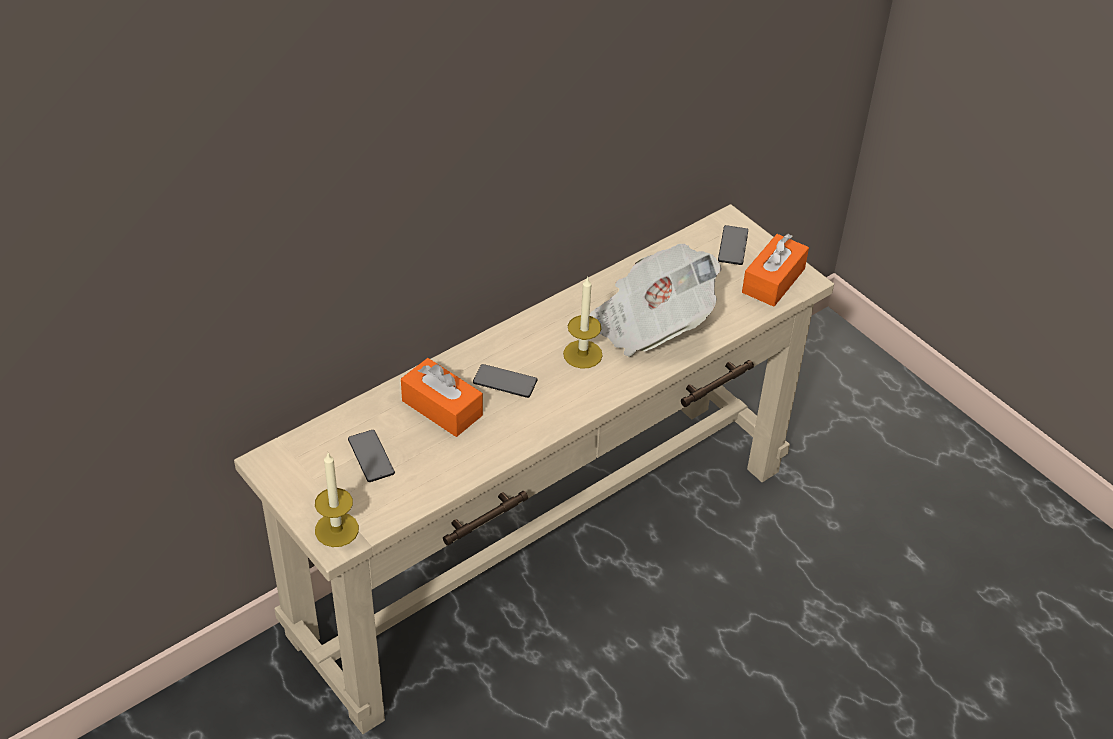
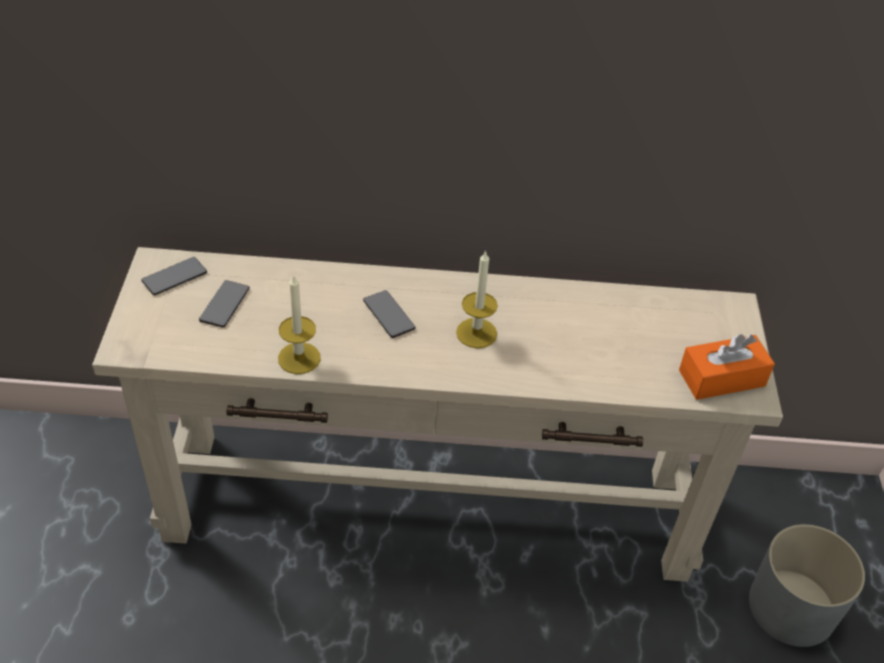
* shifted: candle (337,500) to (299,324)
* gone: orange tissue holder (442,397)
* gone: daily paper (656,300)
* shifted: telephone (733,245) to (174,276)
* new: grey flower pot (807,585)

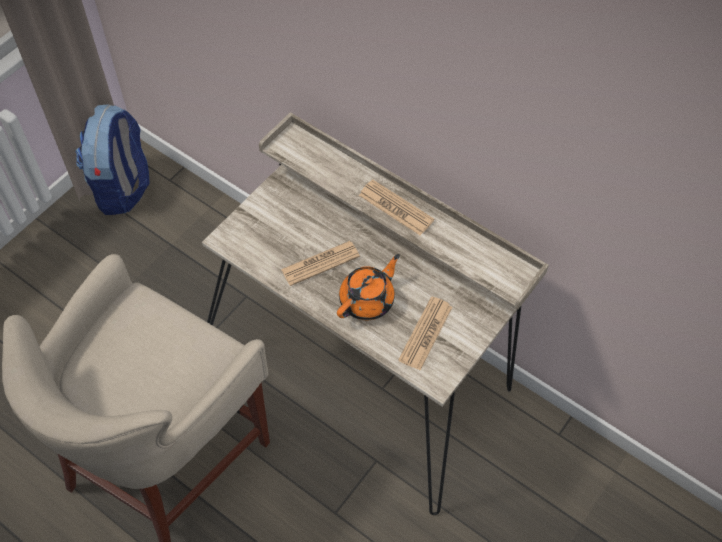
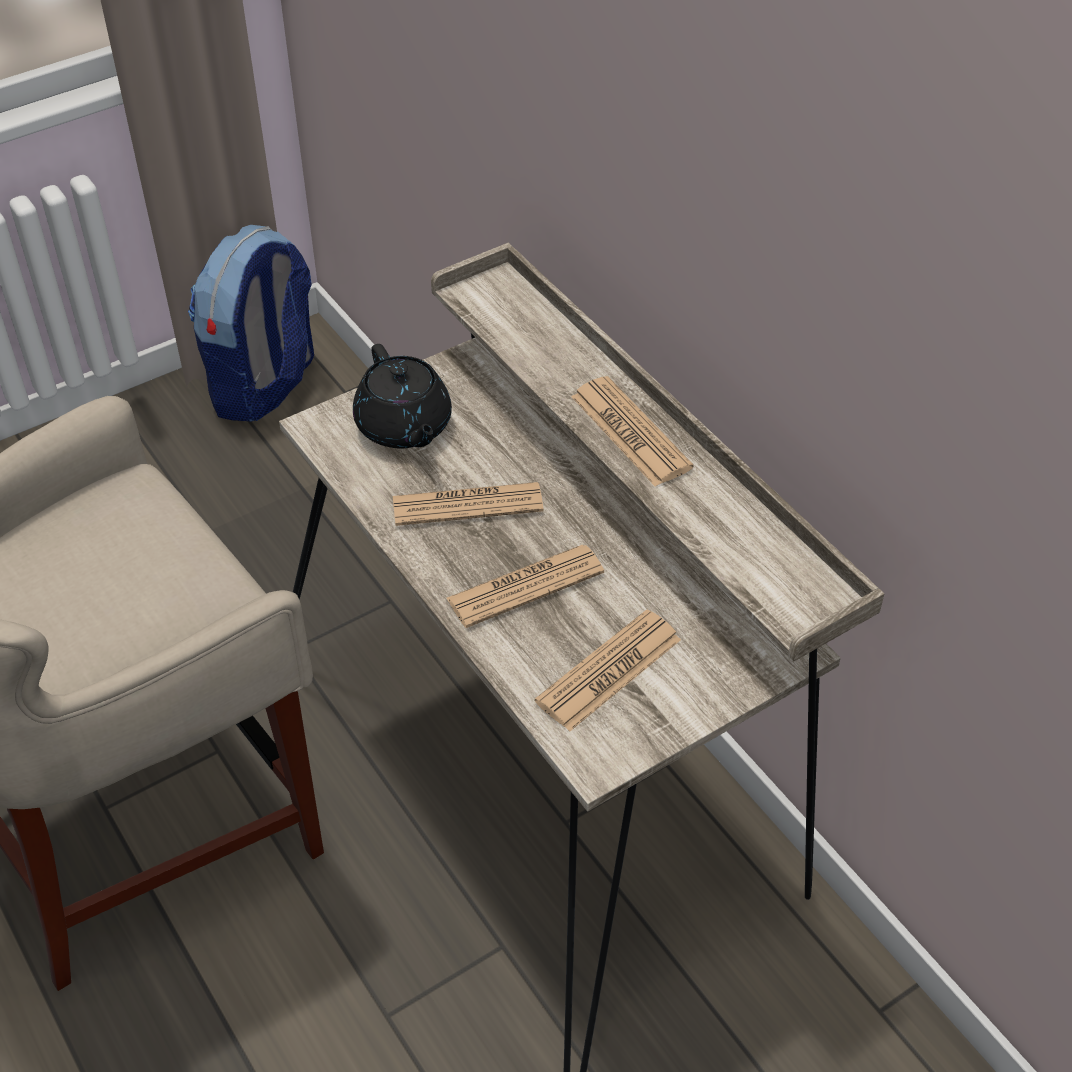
* swapped: orange tea pot (368,287) to daily paper (525,586)
* new: blackish tea pot (402,396)

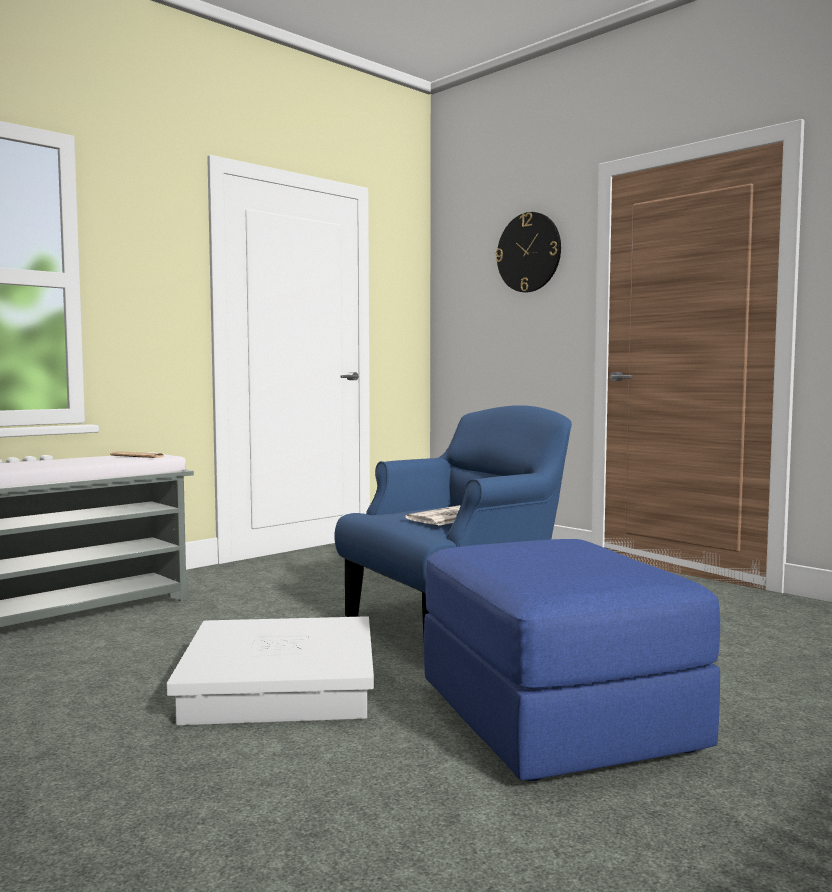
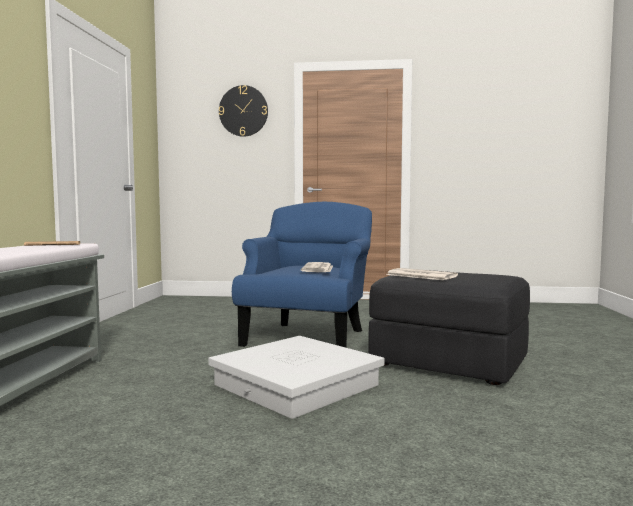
* repainted: blue footrest (572,660) to blackish footrest (449,327)
* new: daily paper (422,274)

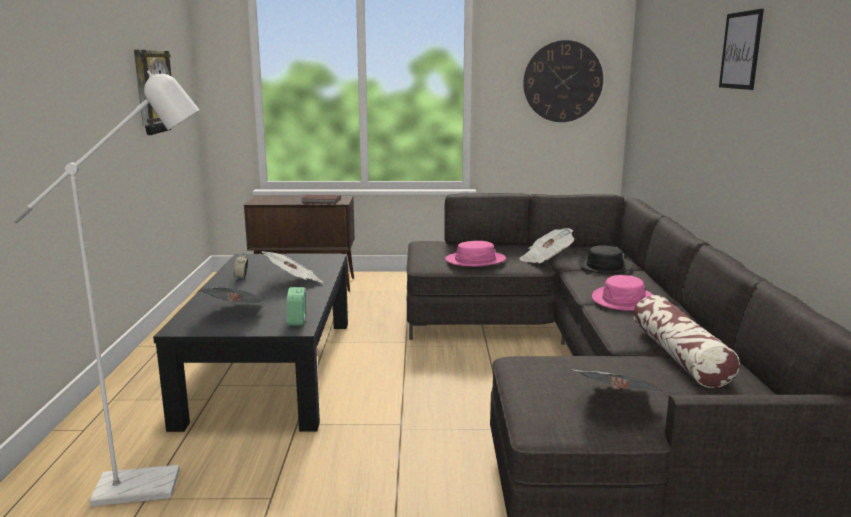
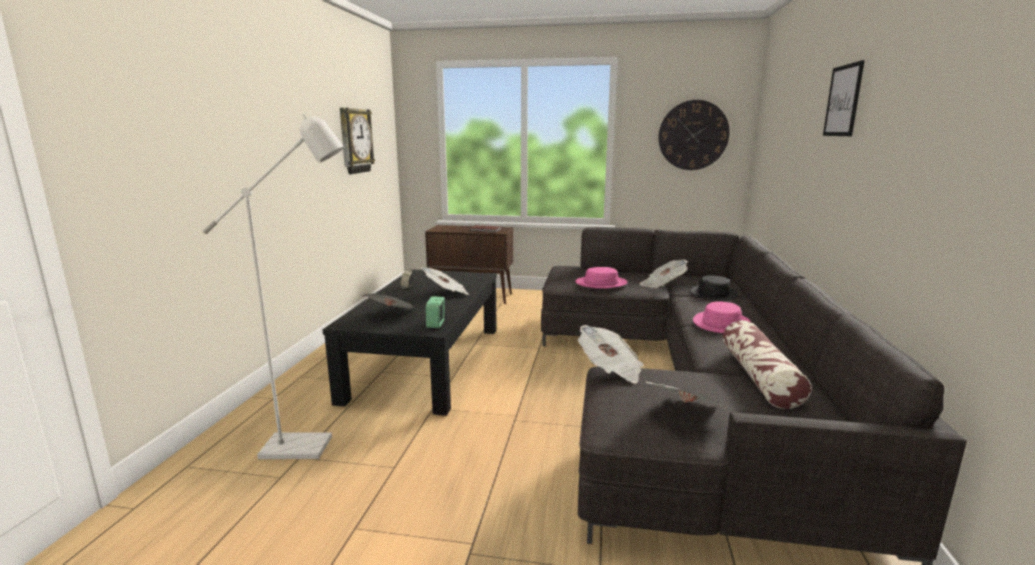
* new: daily paper (610,354)

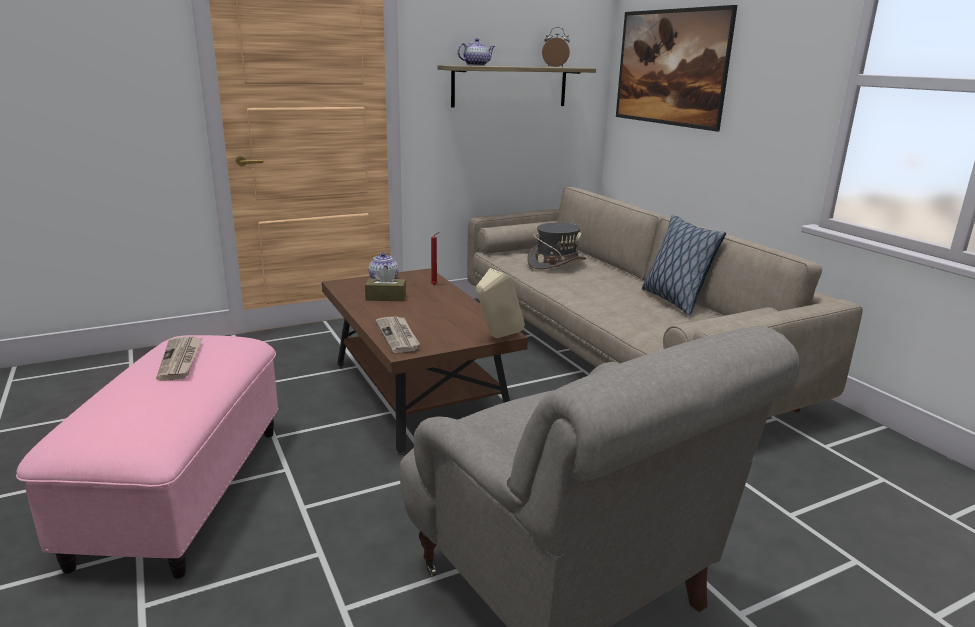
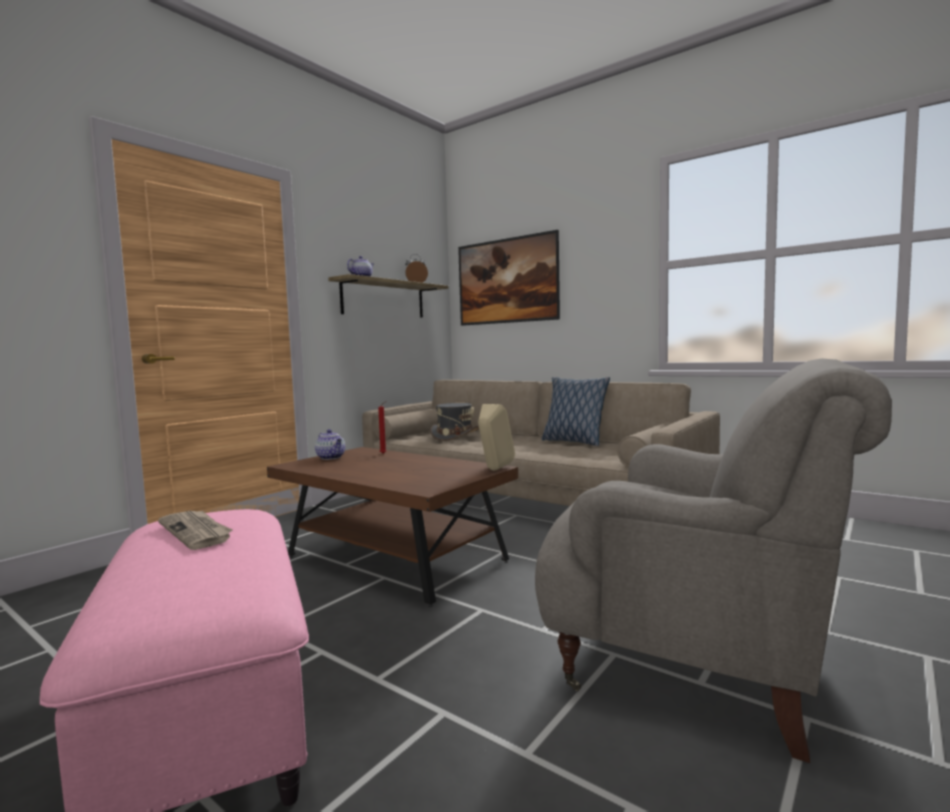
* gone: brown-coloured tissue holder (385,284)
* gone: daily paper (398,334)

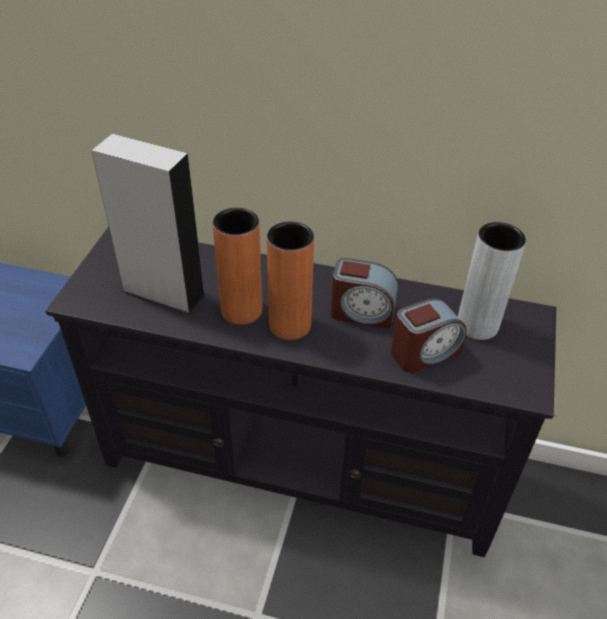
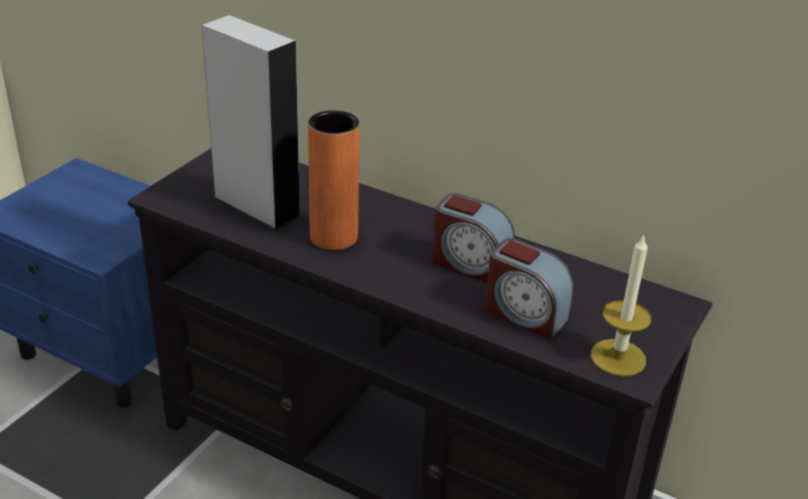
* gone: orange decorative vase (290,281)
* rotated: alarm clock (429,335) = (529,289) 45 degrees clockwise
* gone: grey decorative vase (492,281)
* new: candle (621,305)

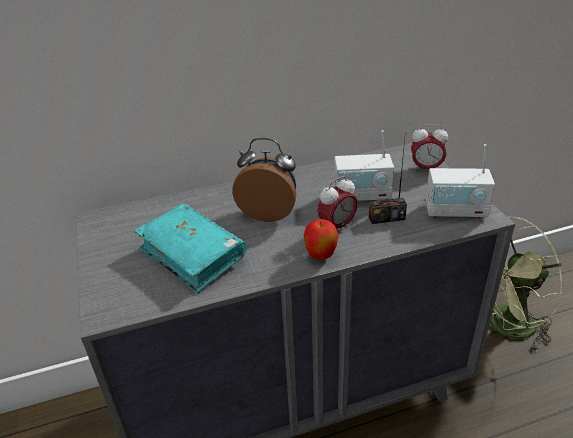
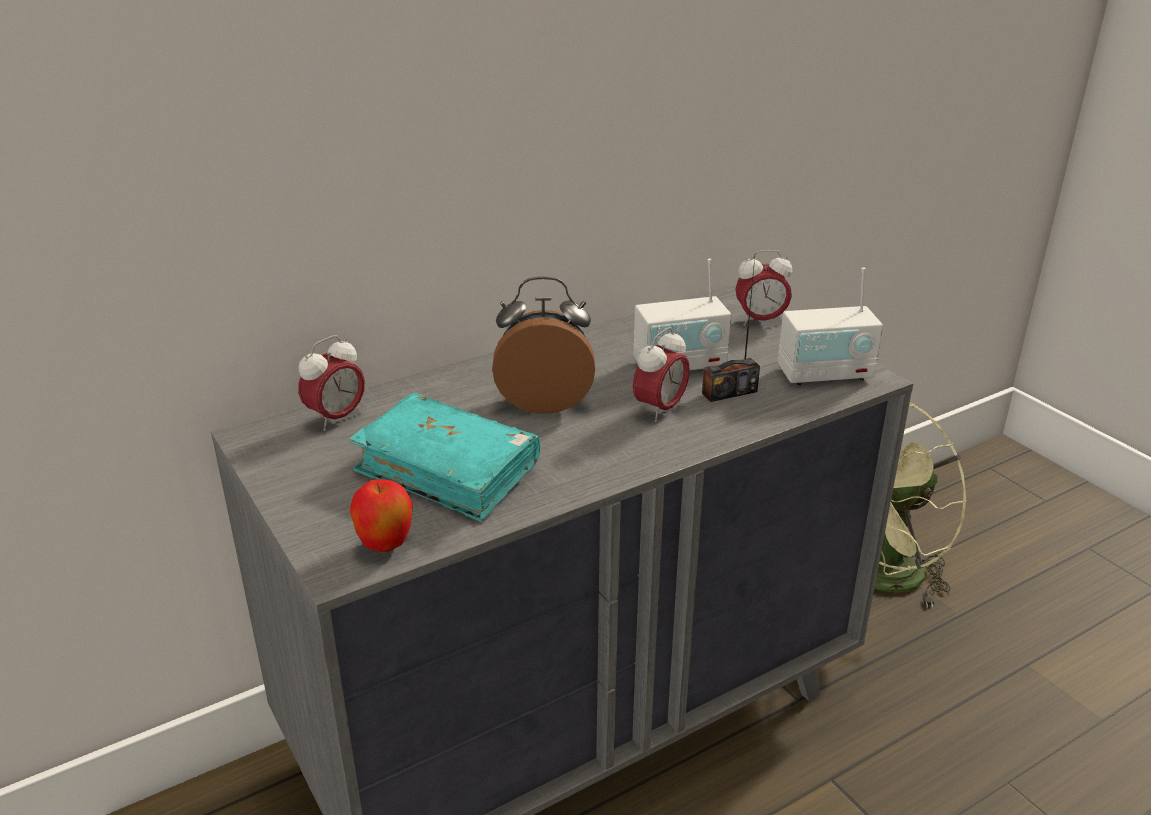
* shifted: apple (321,239) to (381,515)
* new: alarm clock (331,383)

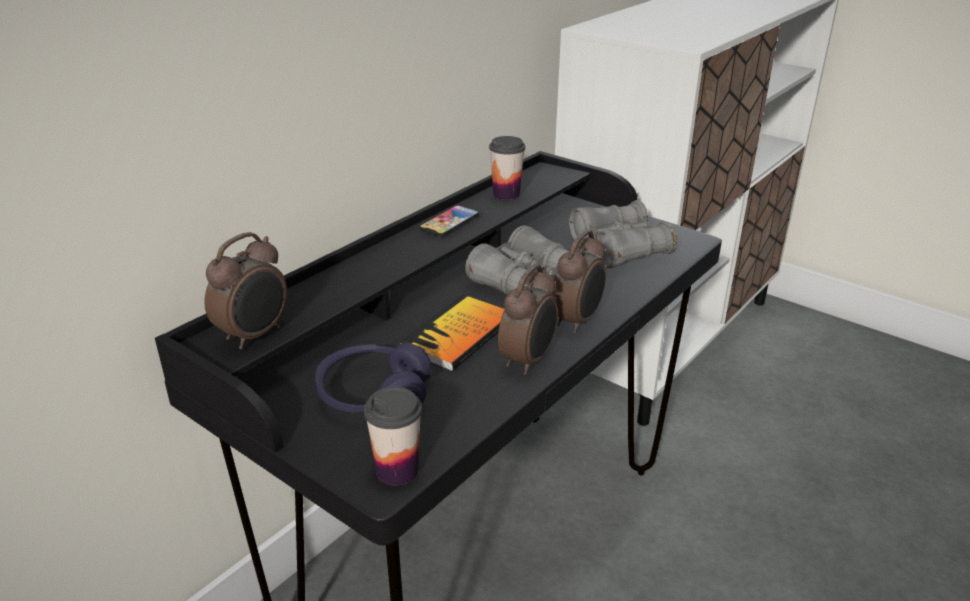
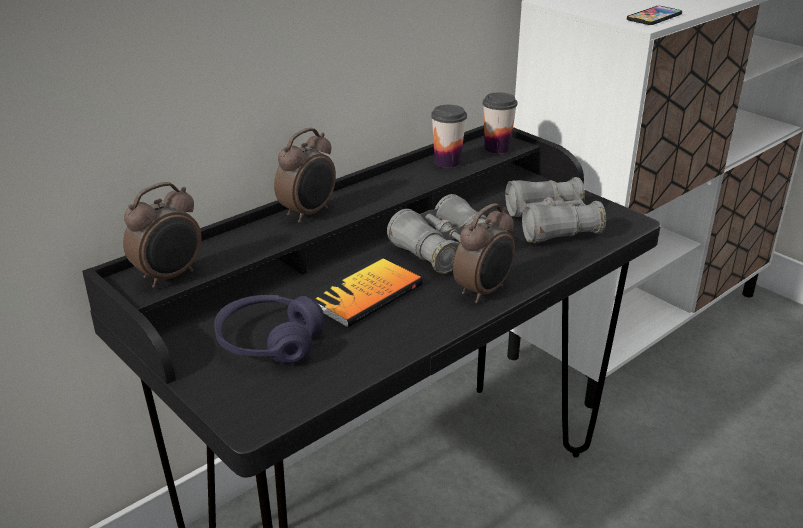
* shifted: cup (393,436) to (500,123)
* shifted: telephone (449,221) to (654,15)
* shifted: alarm clock (527,319) to (305,175)

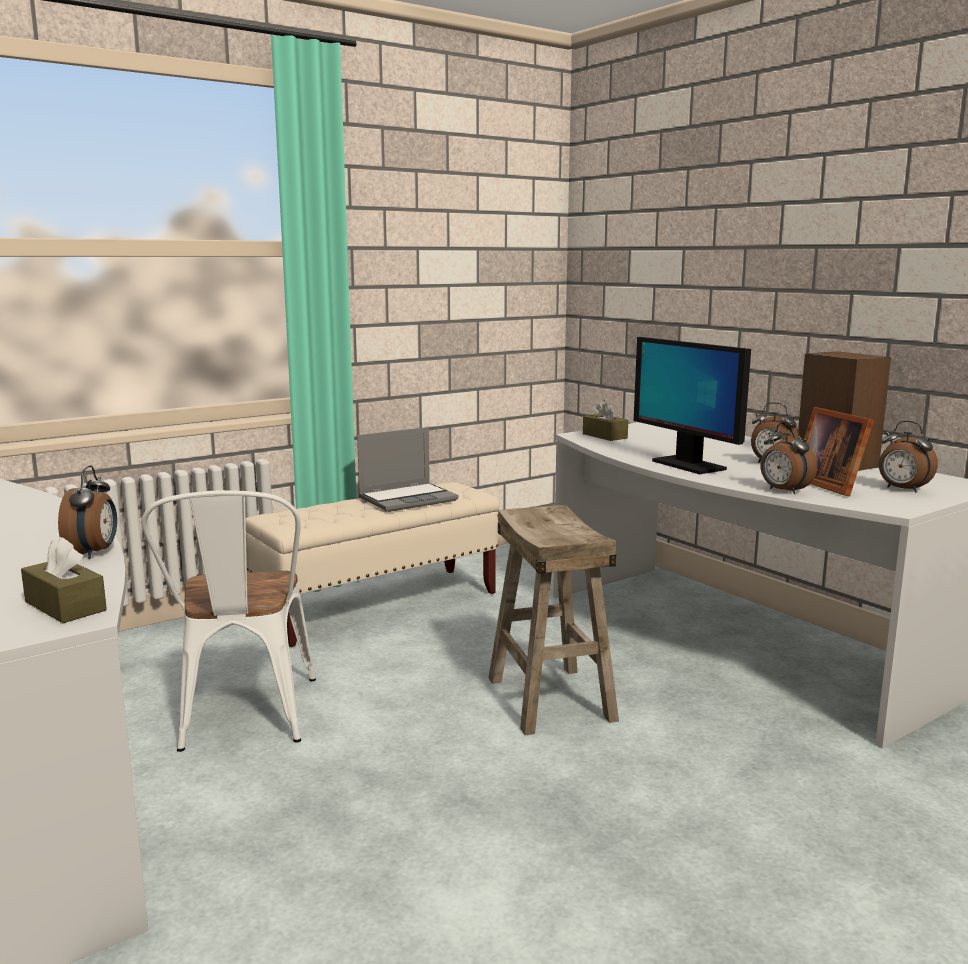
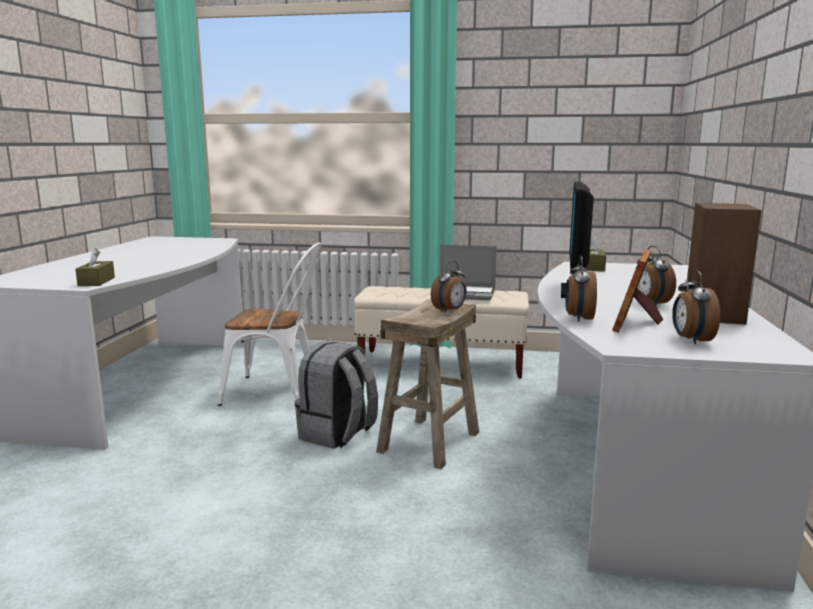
* shifted: alarm clock (87,512) to (449,287)
* rotated: white-coloured chair (228,621) = (270,324) 120 degrees counterclockwise
* new: grey knapsack (336,395)

